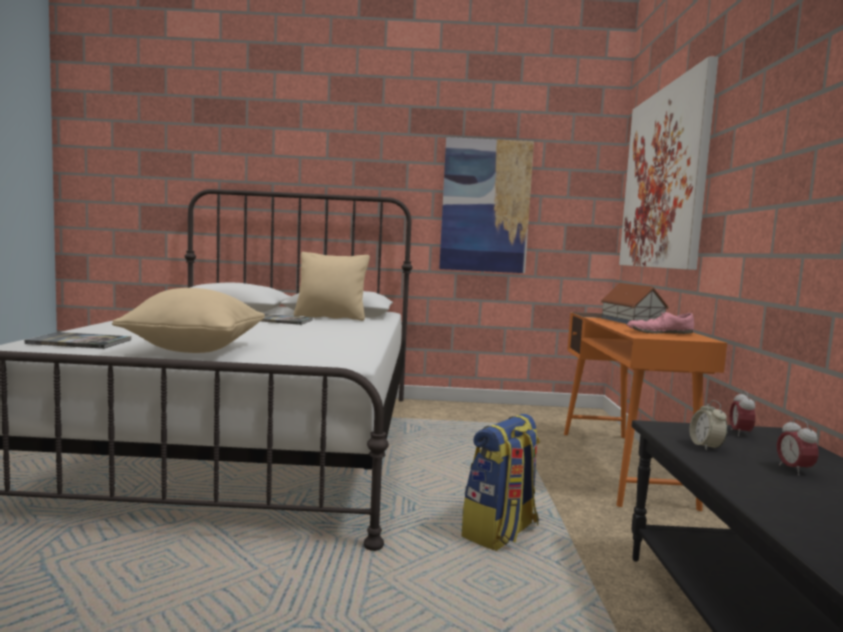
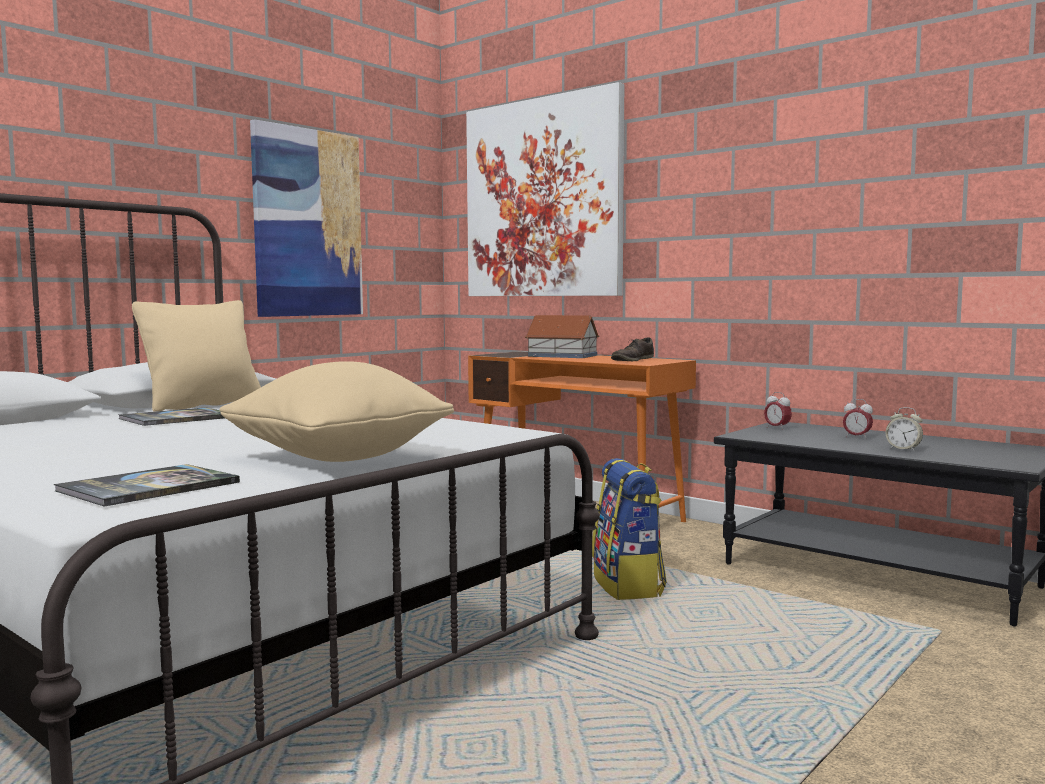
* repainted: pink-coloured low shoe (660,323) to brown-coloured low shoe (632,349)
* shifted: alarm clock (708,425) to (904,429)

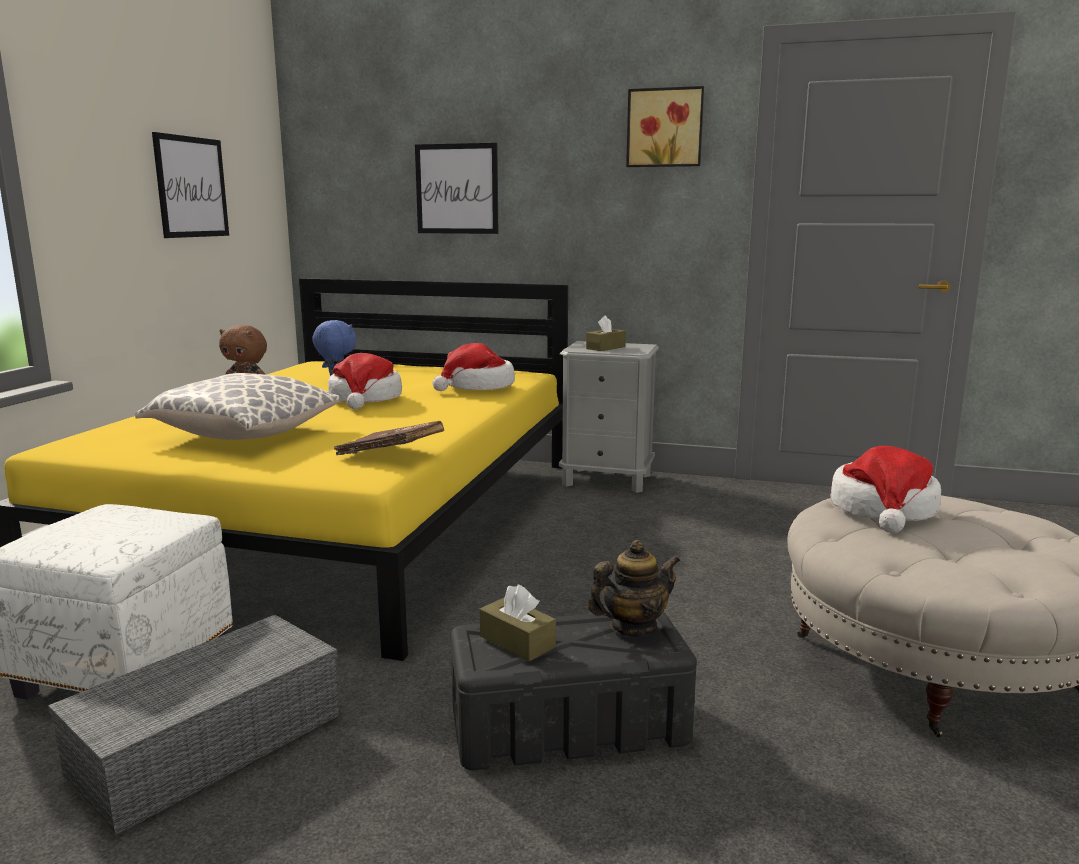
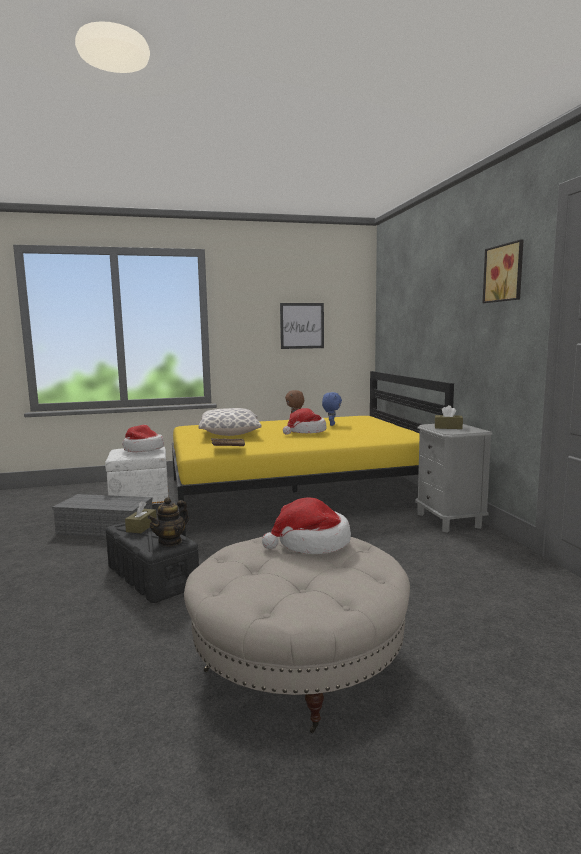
* gone: picture (456,188)
* shifted: hat (474,367) to (143,438)
* rotated: tea pot (634,588) = (168,521) 90 degrees clockwise

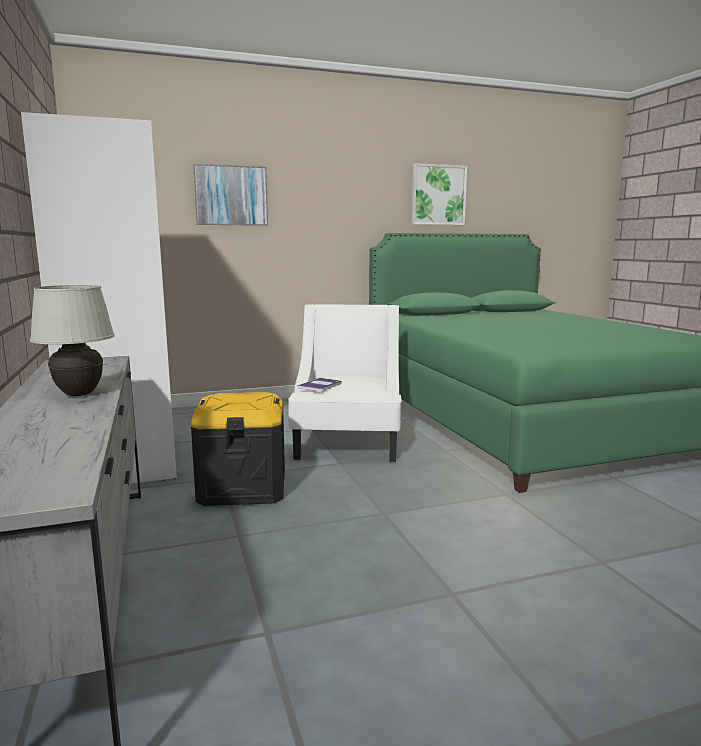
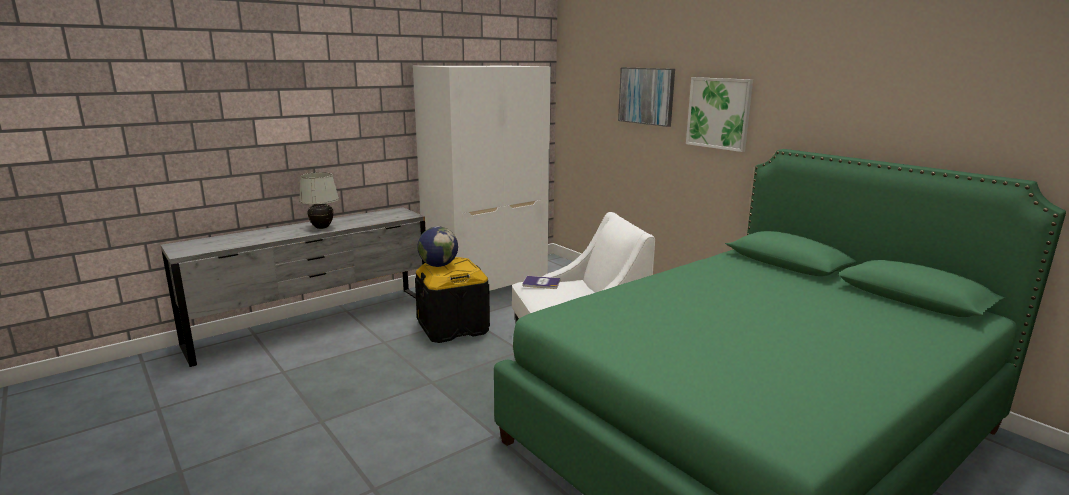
* shifted: picture (439,194) to (719,114)
* new: desk globe (437,246)

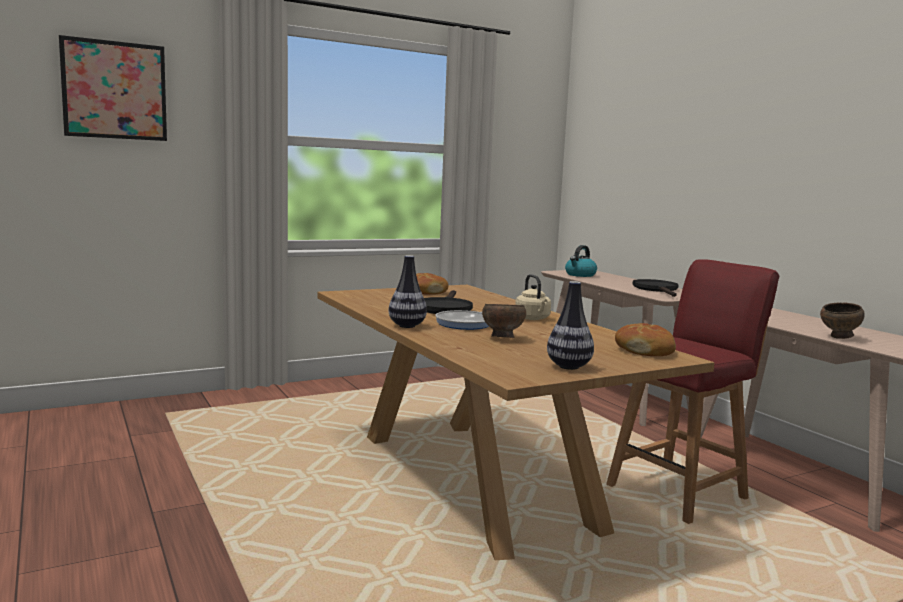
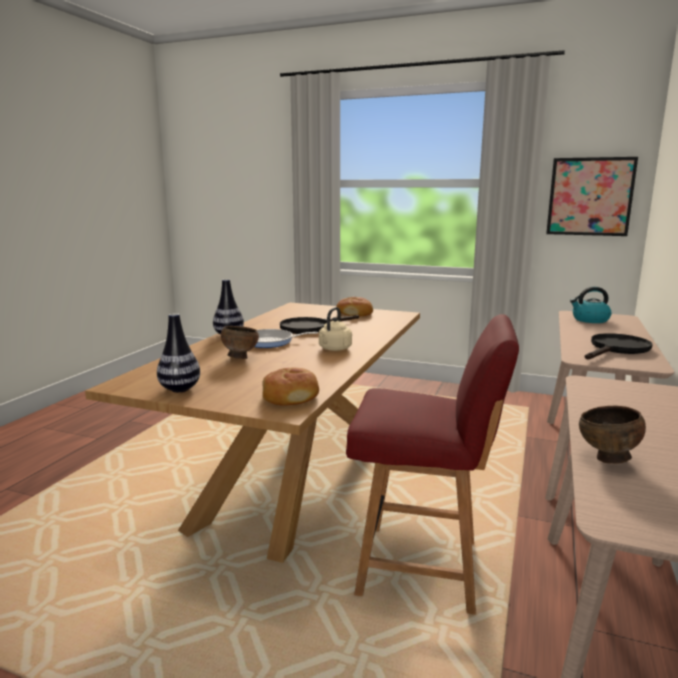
* shifted: picture (113,88) to (592,196)

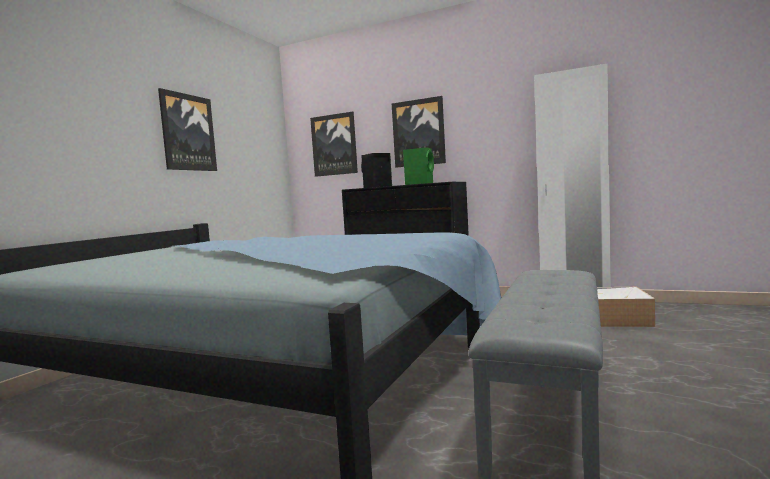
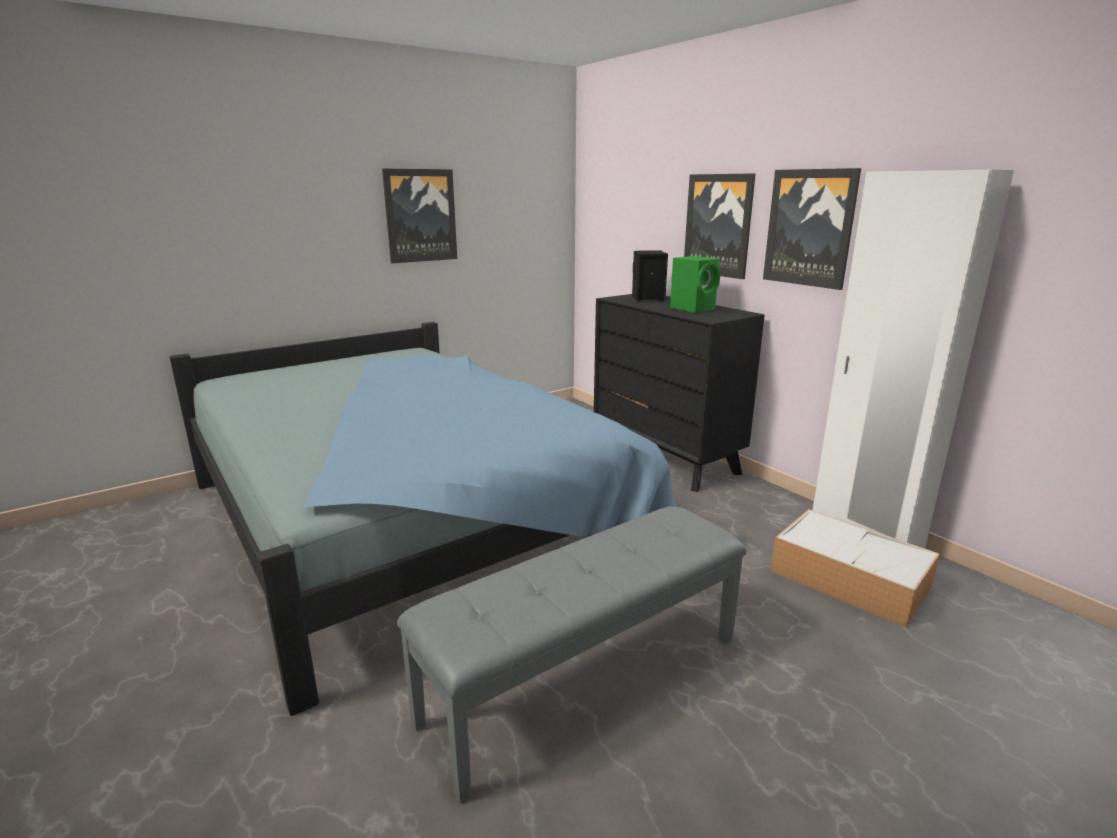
* shifted: picture (334,144) to (812,229)

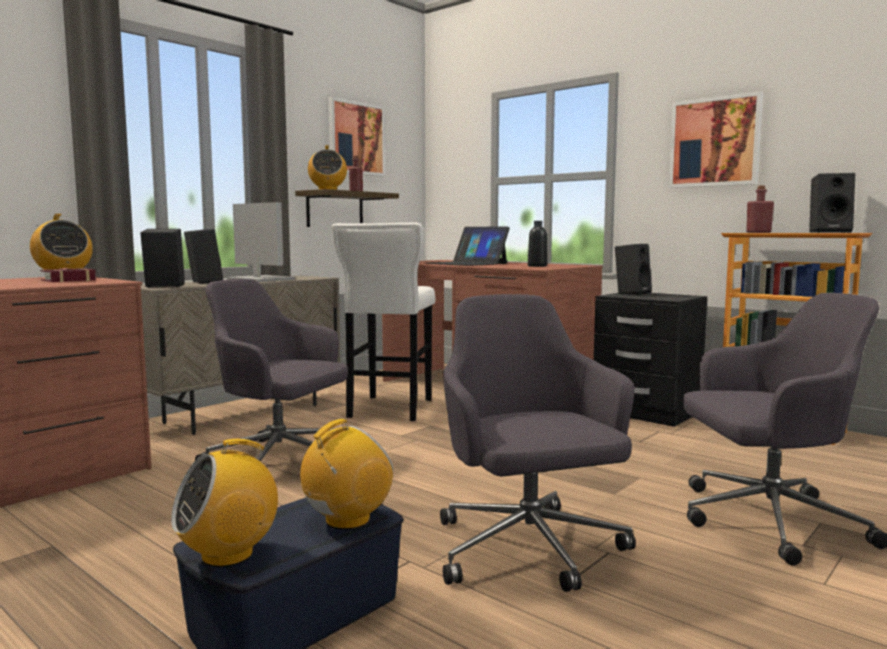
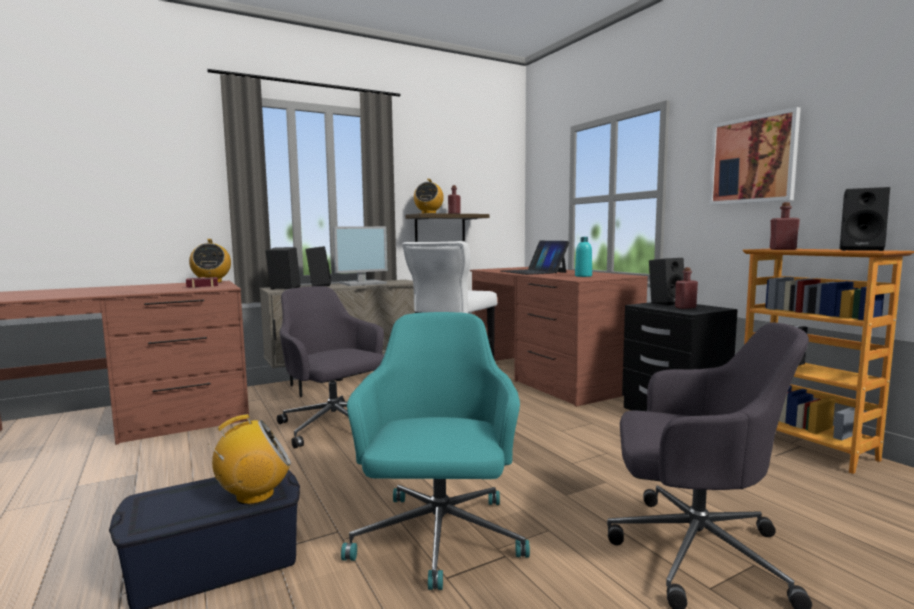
* gone: radio set (224,503)
* rotated: computer display (261,242) = (360,256) 90 degrees clockwise
* gone: picture (357,137)
* repainted: grey computer chair (538,443) to blue-green computer chair (435,451)
* repainted: blackish beverage bottle (537,244) to blue-green beverage bottle (583,257)
* new: red beverage bottle (686,288)

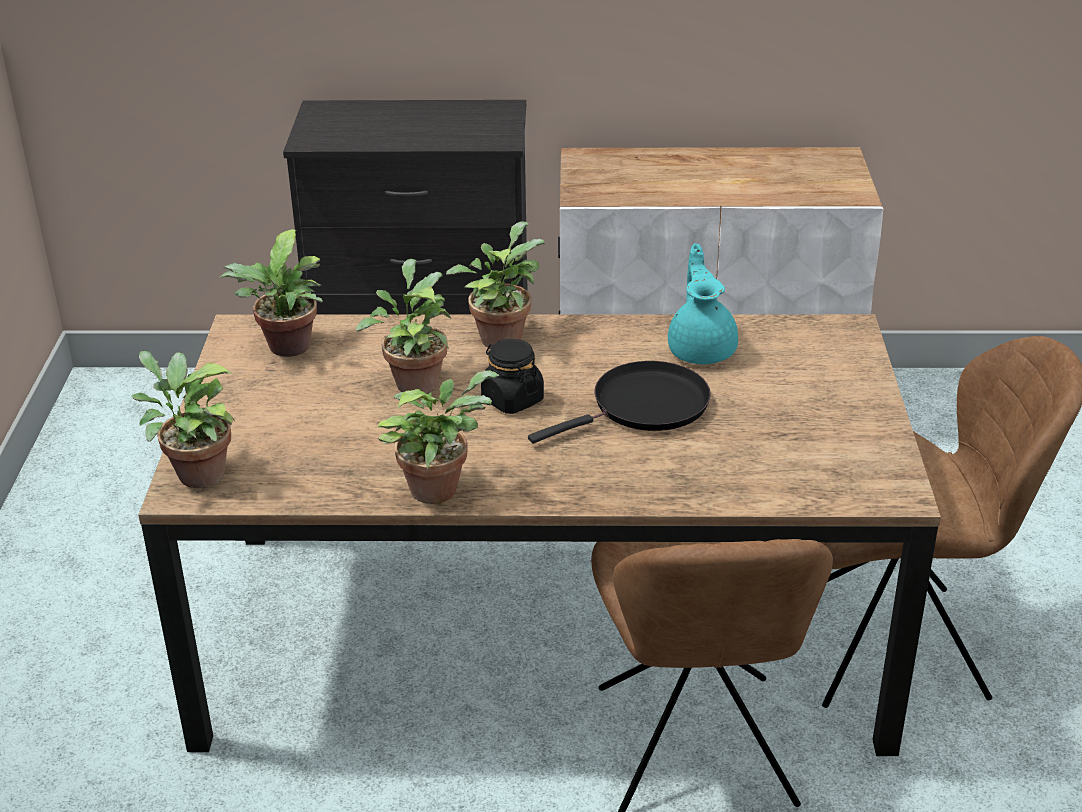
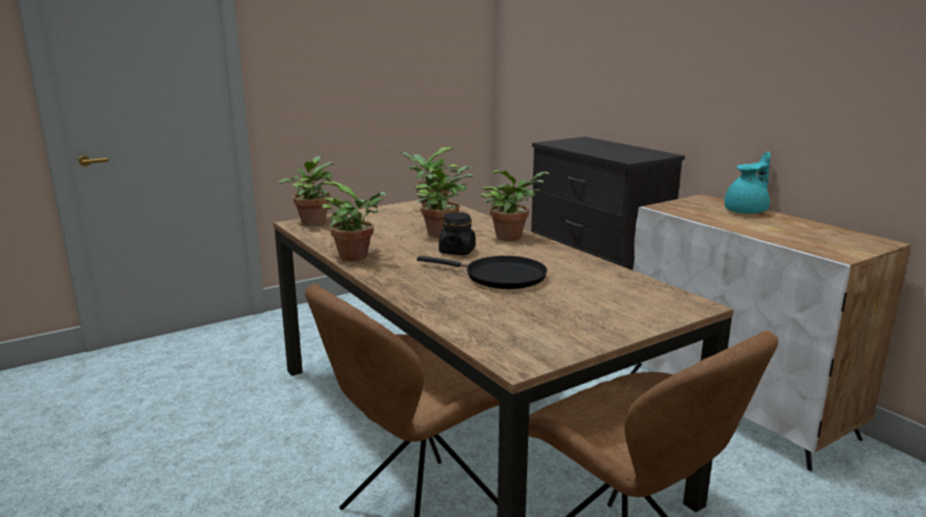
* shifted: blue-green tea pot (703,304) to (747,182)

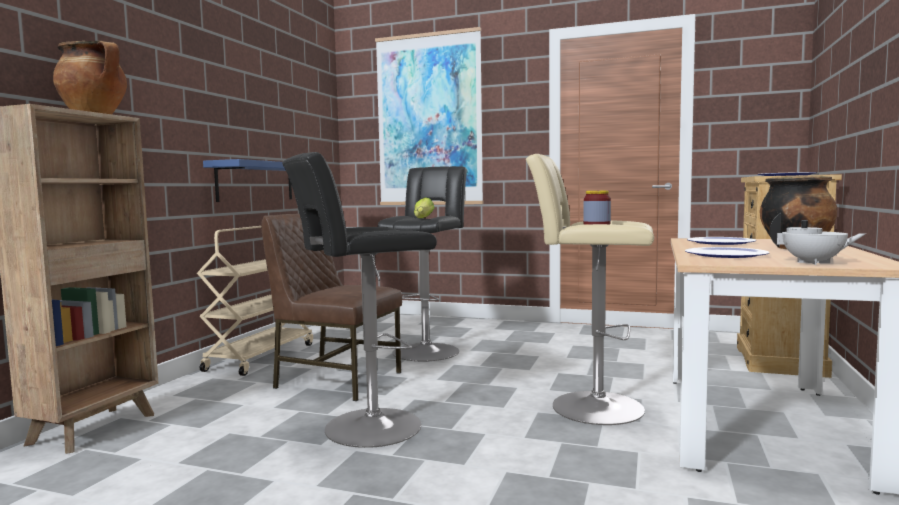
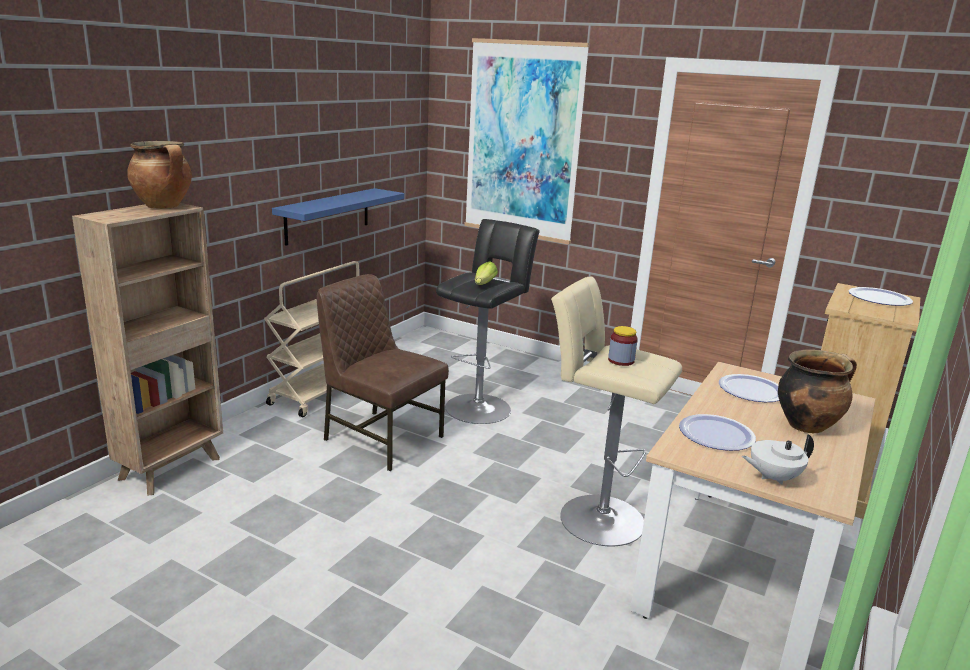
* gone: blackish sitting stool (359,300)
* rotated: white-coloured tea pot (817,239) = (778,459) 135 degrees clockwise

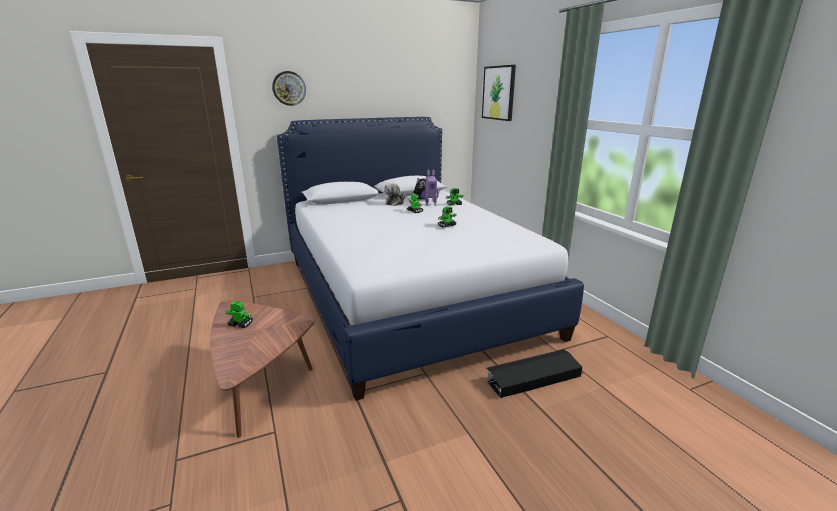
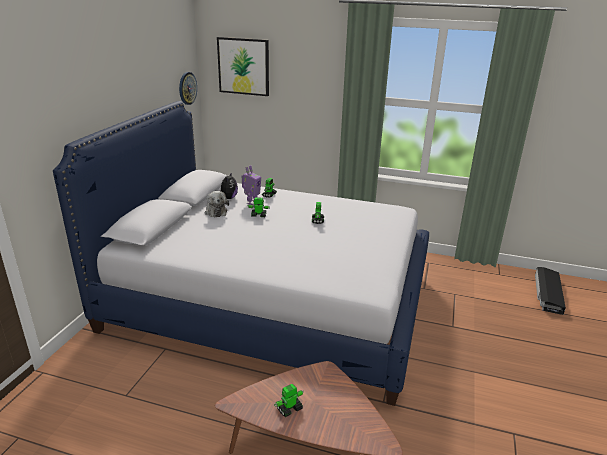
* shifted: hanging clock (289,88) to (188,88)
* shifted: blackish storage container (534,373) to (550,291)

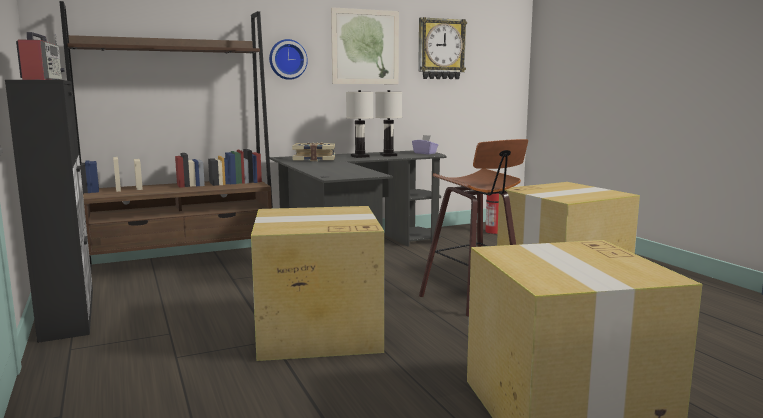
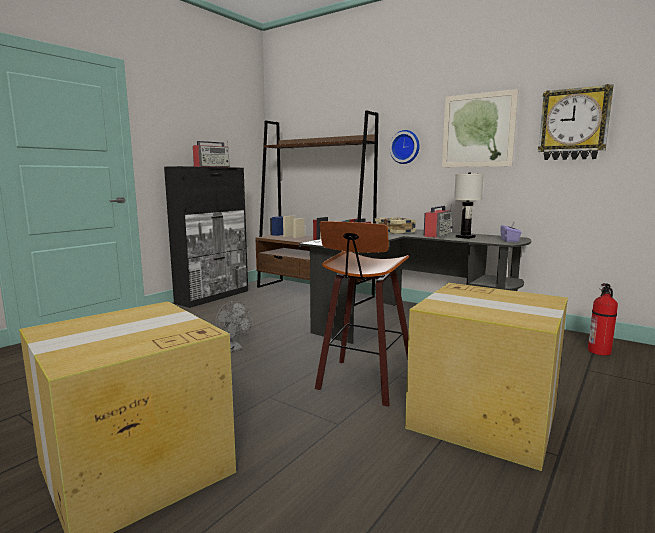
* swapped: packing box (317,283) to grey fan (234,326)
* swapped: white-coloured table lamp (359,124) to radio set (438,221)

